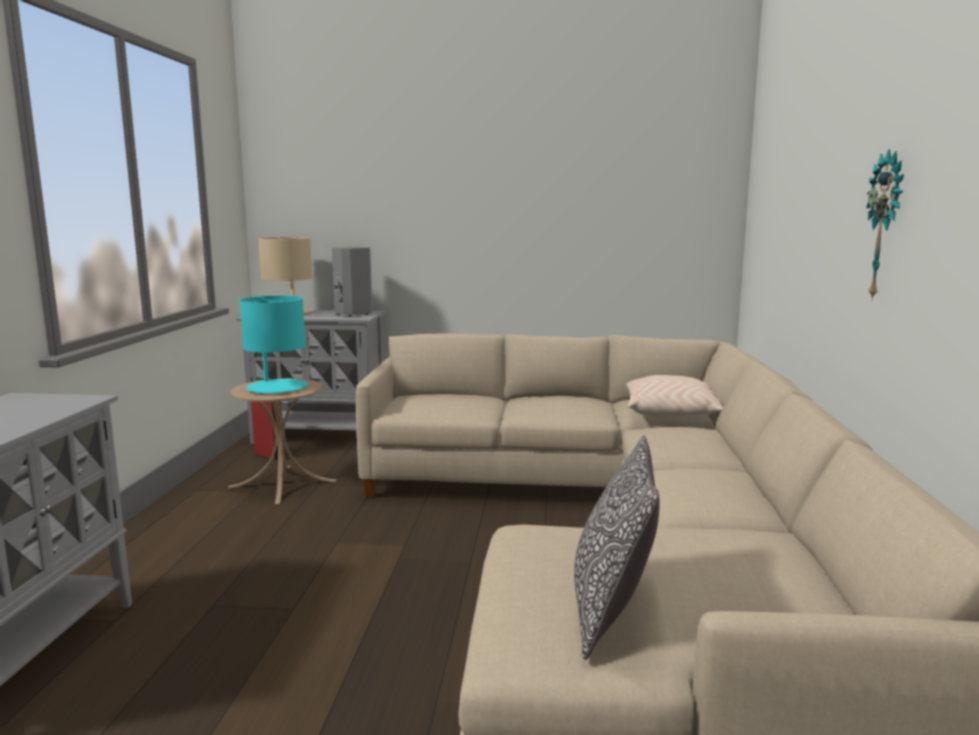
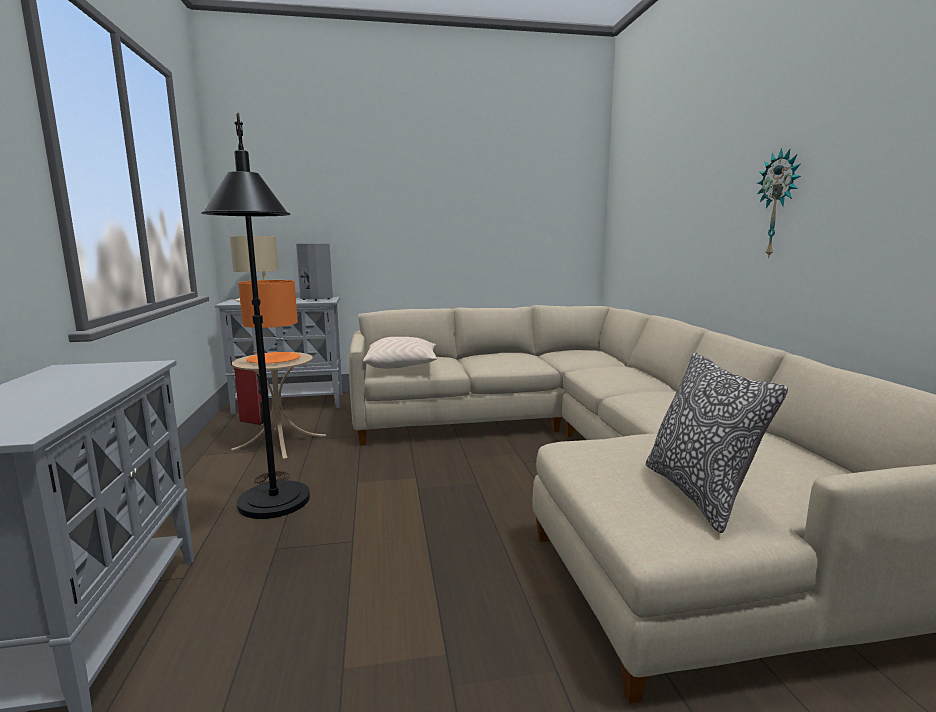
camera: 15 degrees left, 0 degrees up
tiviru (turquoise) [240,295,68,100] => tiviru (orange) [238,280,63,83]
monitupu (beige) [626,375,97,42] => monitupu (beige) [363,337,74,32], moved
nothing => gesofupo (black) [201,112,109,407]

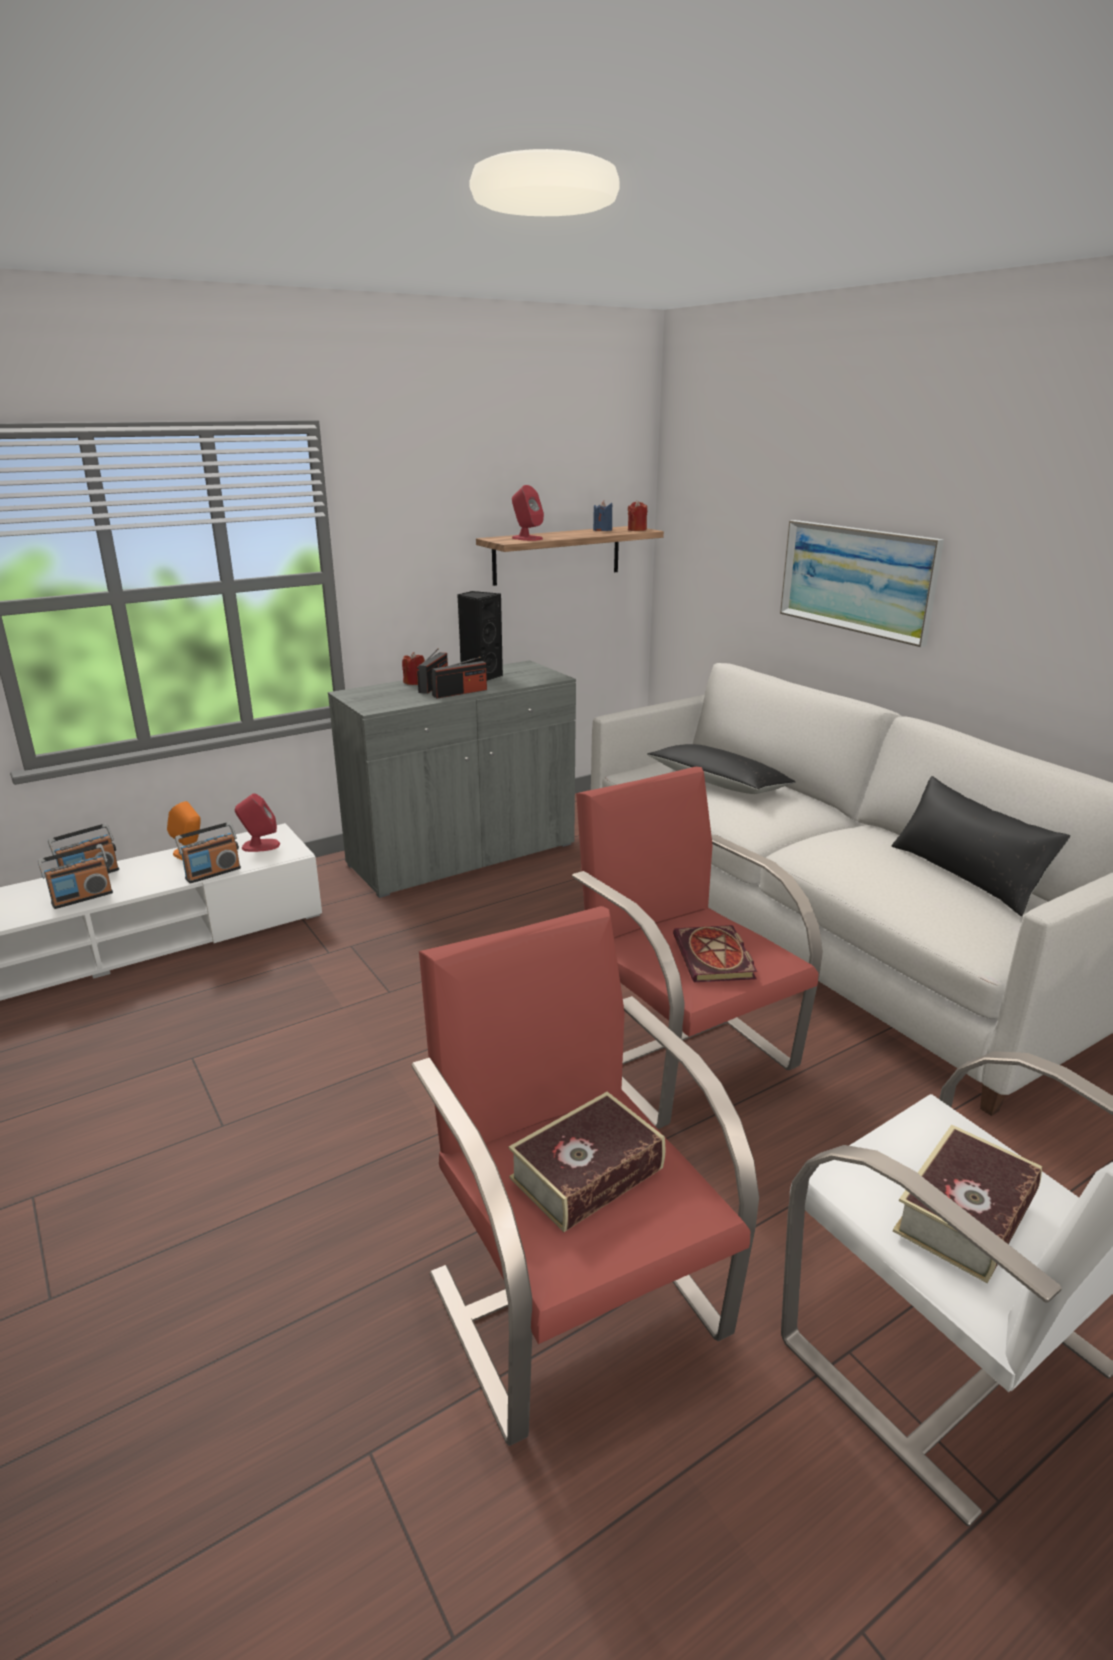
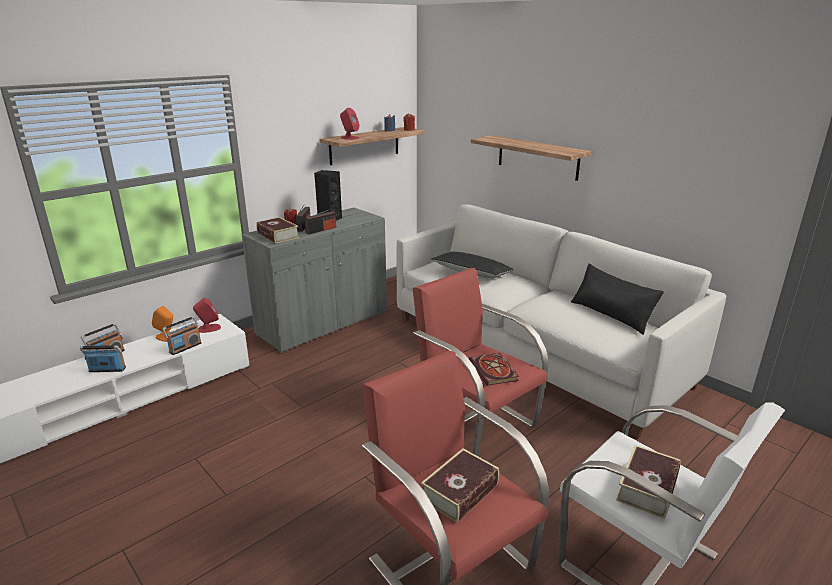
camera: 10 degrees left, 0 degrees up
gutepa [780,520,164,127] => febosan [471,135,121,46]
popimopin [38,844,75,65] => popimopin [80,345,46,27], 135 degrees counterclockwise
nothing => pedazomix [256,217,44,27]

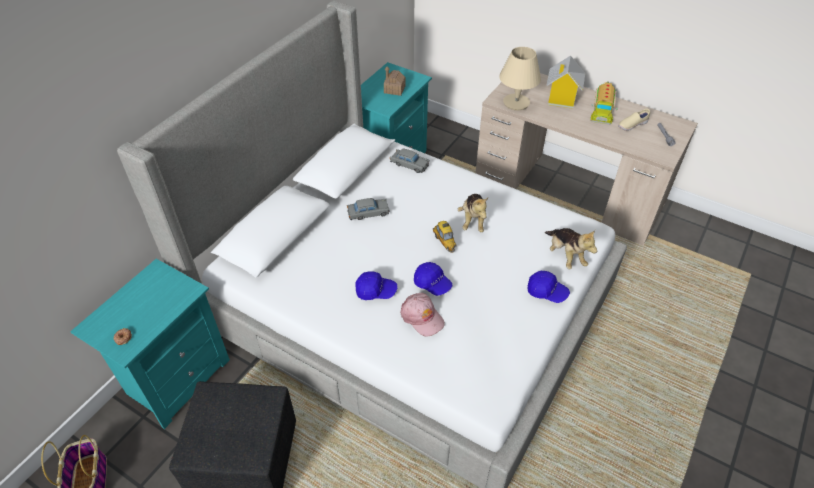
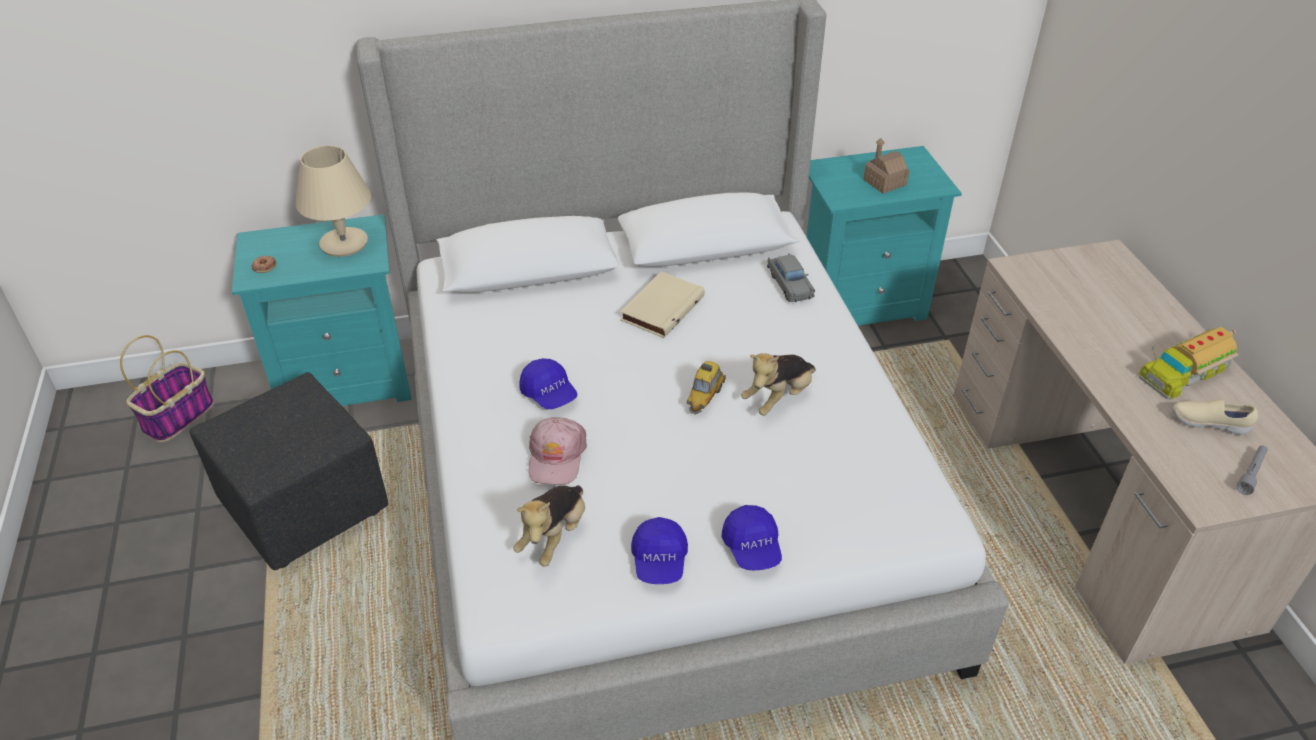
camera: 45 degrees right, 5 degrees down
tiviru (beige) [499,47,42,63] => tiviru (beige) [296,145,75,112], moved
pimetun [546,56,39,53] => nothing
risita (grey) [347,198,43,22] => pedazomix (beige) [620,271,85,67]
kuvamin [545,228,52,41] => kuvamin [513,485,72,82], moved
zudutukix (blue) [414,262,38,34] => zudutukix (blue) [631,517,57,67], moved

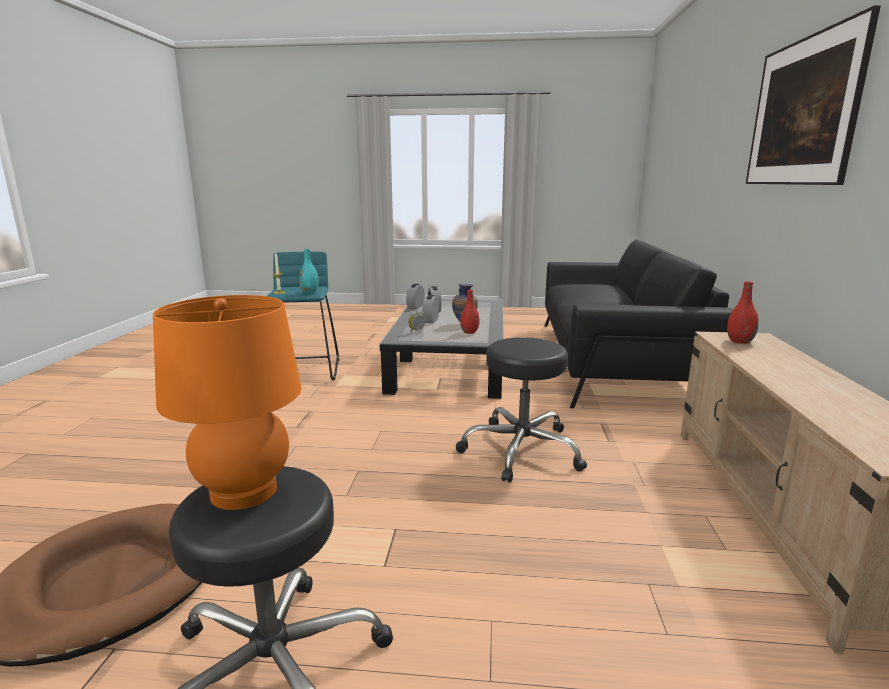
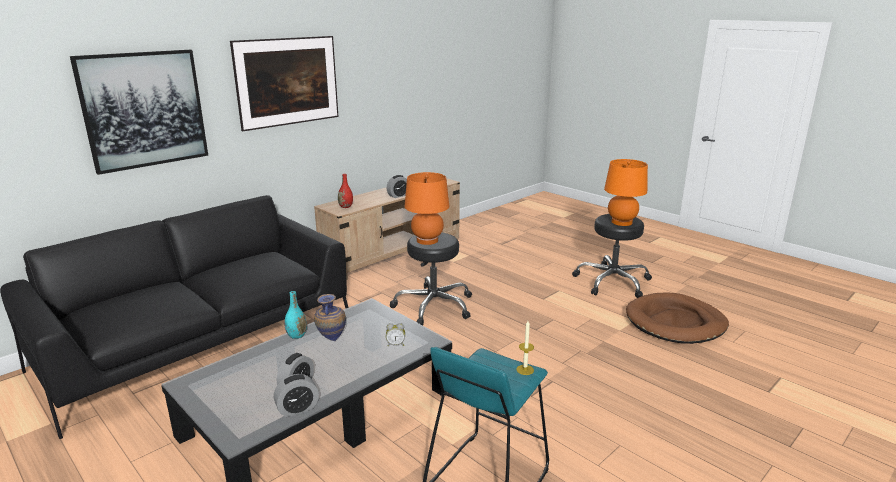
camera: 140 degrees left, 5 degrees up
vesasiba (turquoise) [299,249,20,44] => vesasiba (turquoise) [285,291,22,48], moved
vesasiba (red) [460,290,19,44] => nothing
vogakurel [422,295,17,28] => vogakurel [387,175,20,23], moved
nothing => gutepa [70,50,138,125]
nothing => tiviru (orange) [405,172,44,73]

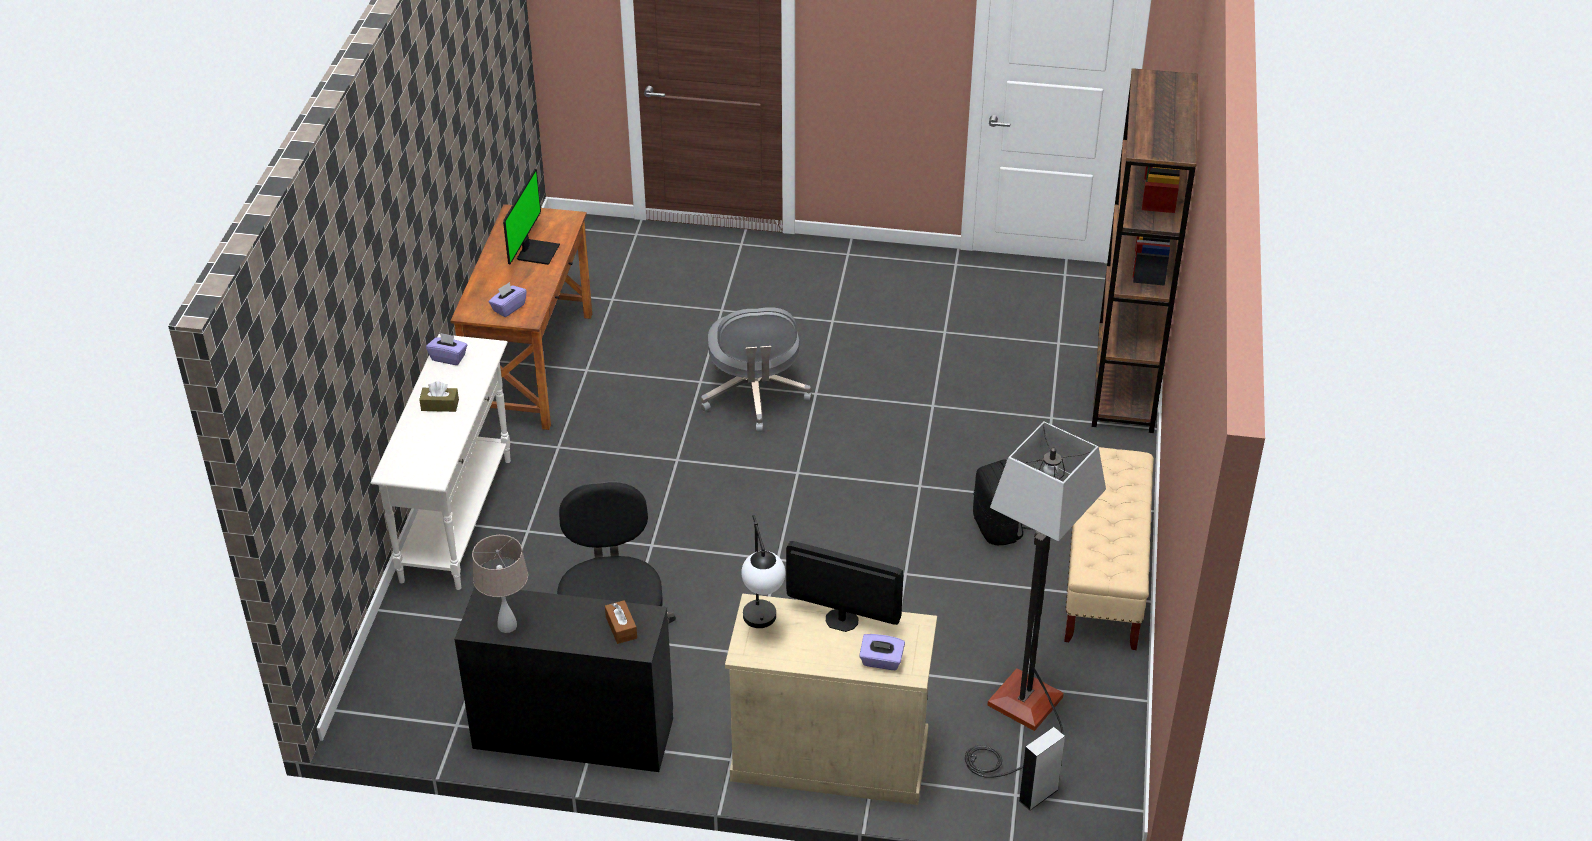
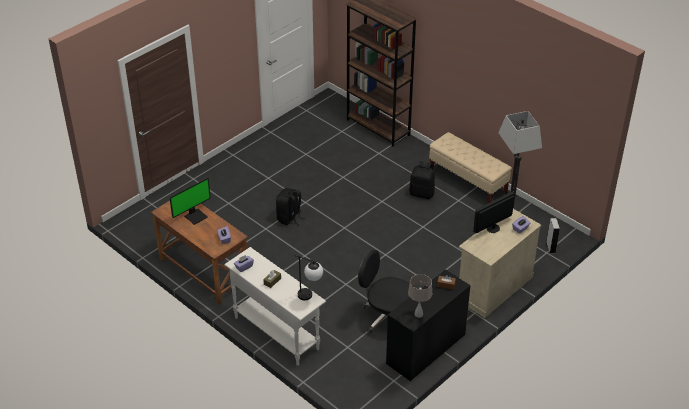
camera: 55 degrees left, 0 degrees up
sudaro [503,169,57,96] => sudaro [170,178,41,47], 90 degrees clockwise
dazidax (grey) [700,307,112,125] => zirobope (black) [276,188,29,37]
tiviru [741,515,44,113] => tiviru [294,255,29,45], moved

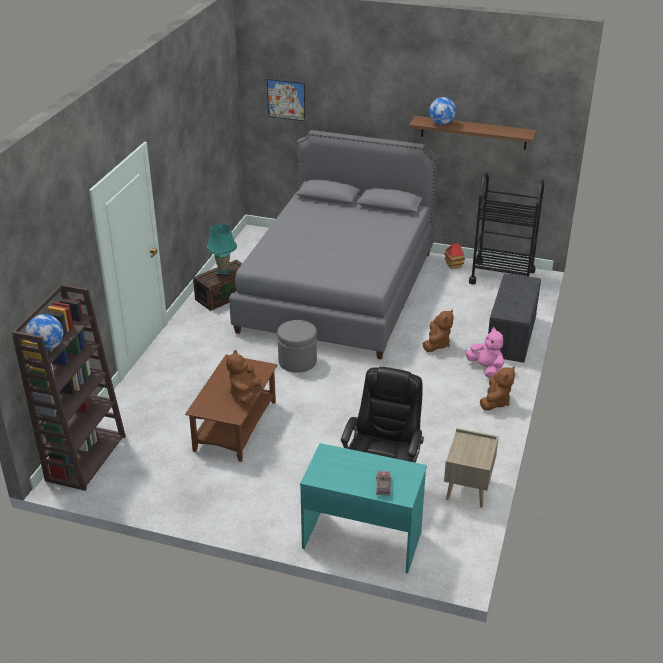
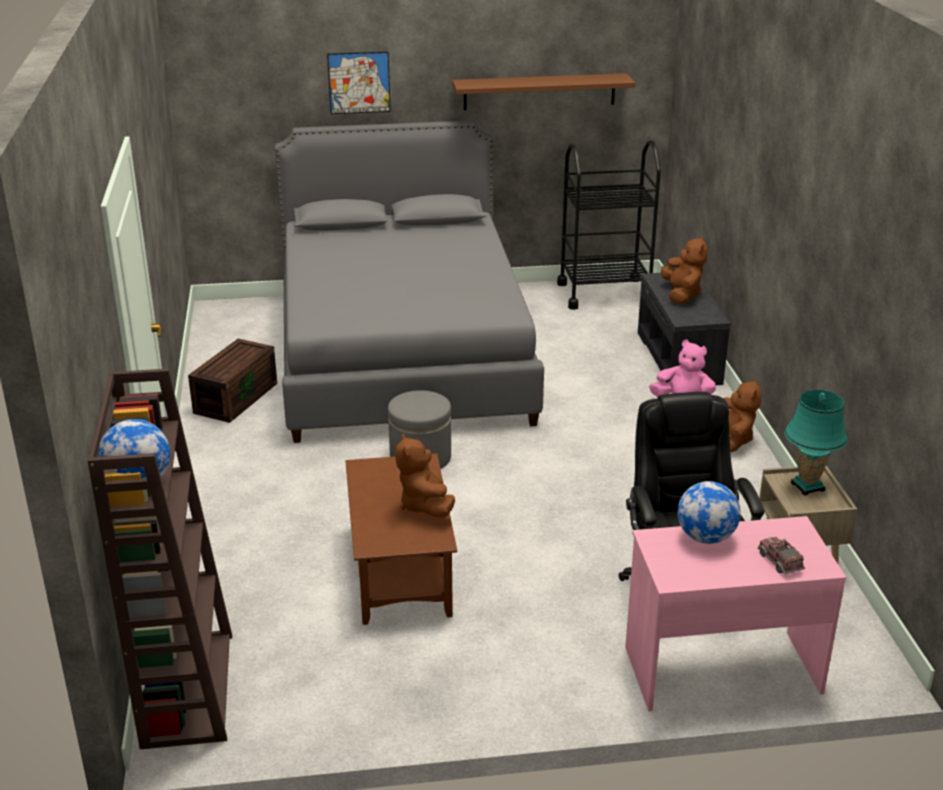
camera: 25 degrees left, 5 degrees down
gutepa [267,79,38,42] => gutepa [327,52,64,62], moved
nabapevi [429,97,27,28] => nabapevi [678,481,63,63], moved
tiviru (turquoise) [206,224,31,52] => tiviru (turquoise) [784,390,64,106], moved
pimetun [444,243,21,26] => nothing
kuvamin (brown) [423,309,31,43] => kuvamin (brown) [661,236,47,68], moved
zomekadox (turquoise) [300,443,127,130] => zomekadox (pink) [625,516,221,195]

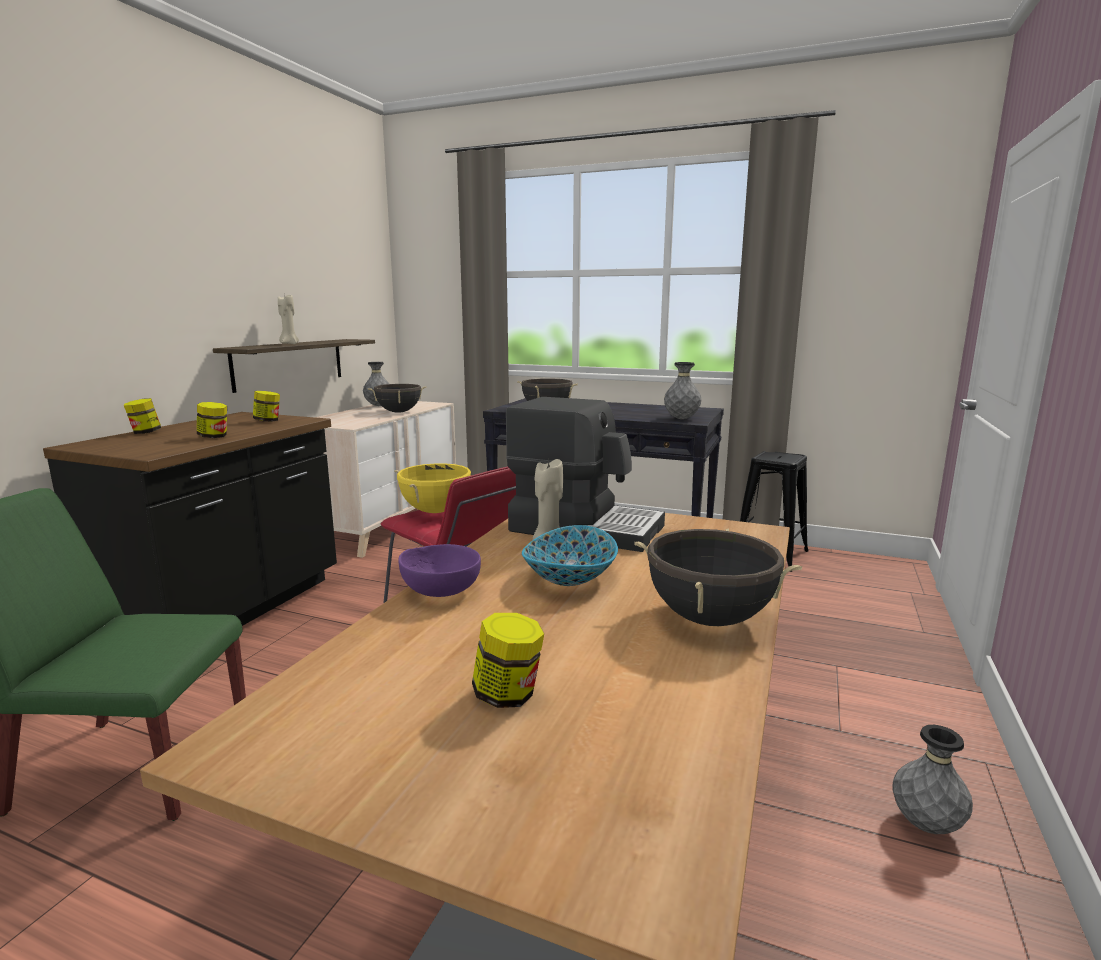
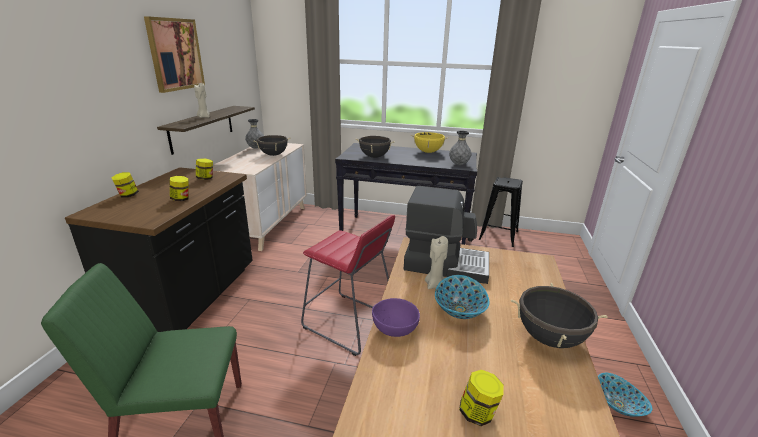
camera: 10 degrees left, 10 degrees up
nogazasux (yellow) [394,463,77,50] => nogazasux (yellow) [411,132,38,21], moved
vesasiba (grey) [892,725,81,109] => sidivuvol [598,373,54,44]
nothing => gutepa [144,16,61,77]

